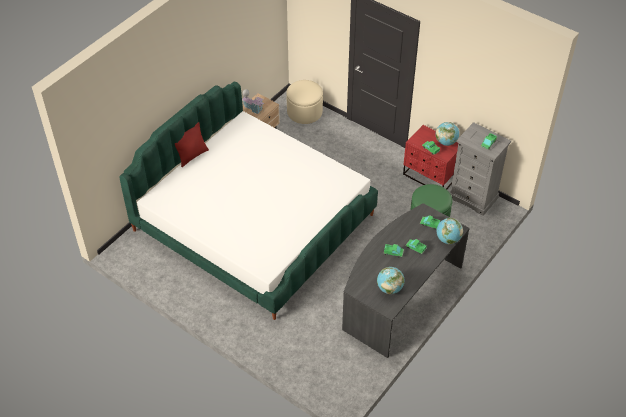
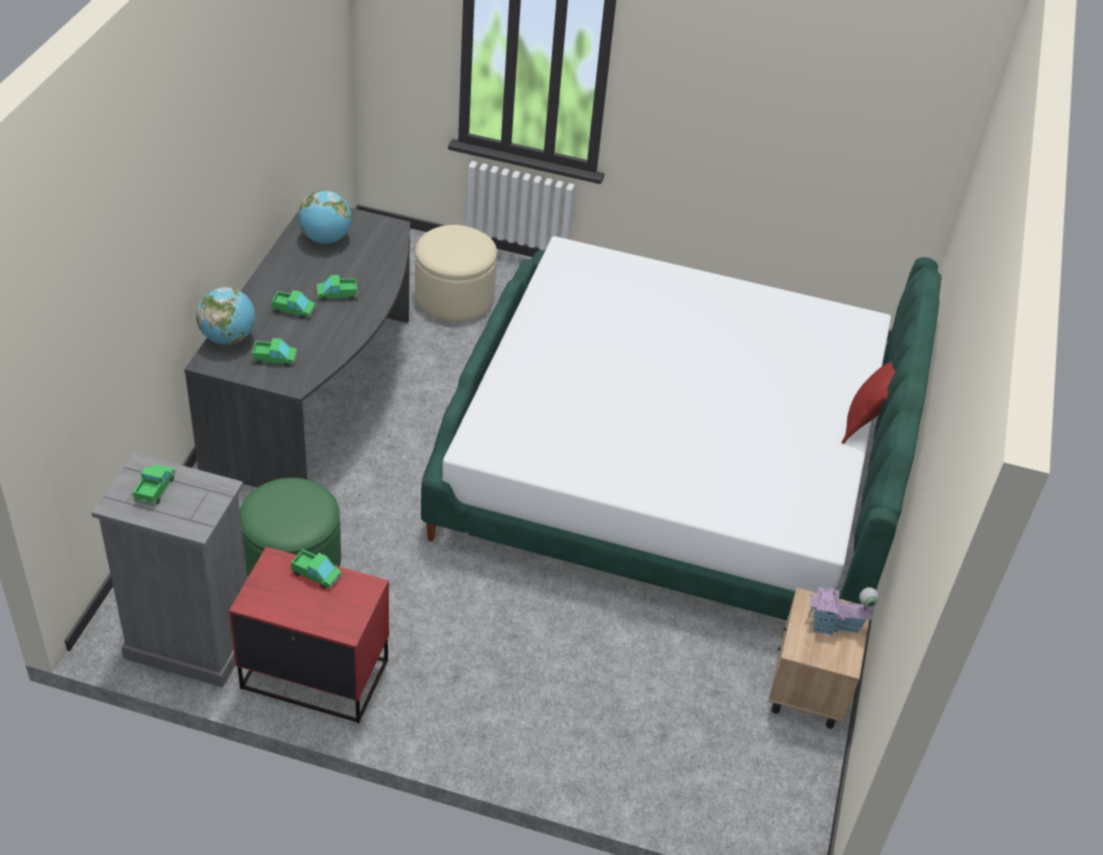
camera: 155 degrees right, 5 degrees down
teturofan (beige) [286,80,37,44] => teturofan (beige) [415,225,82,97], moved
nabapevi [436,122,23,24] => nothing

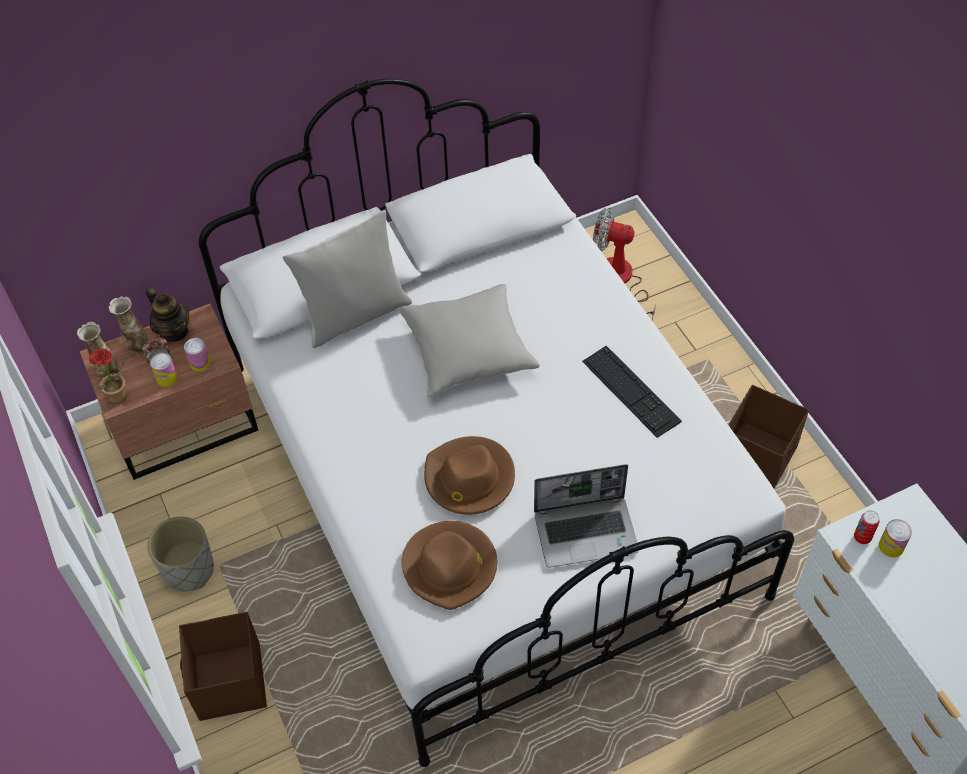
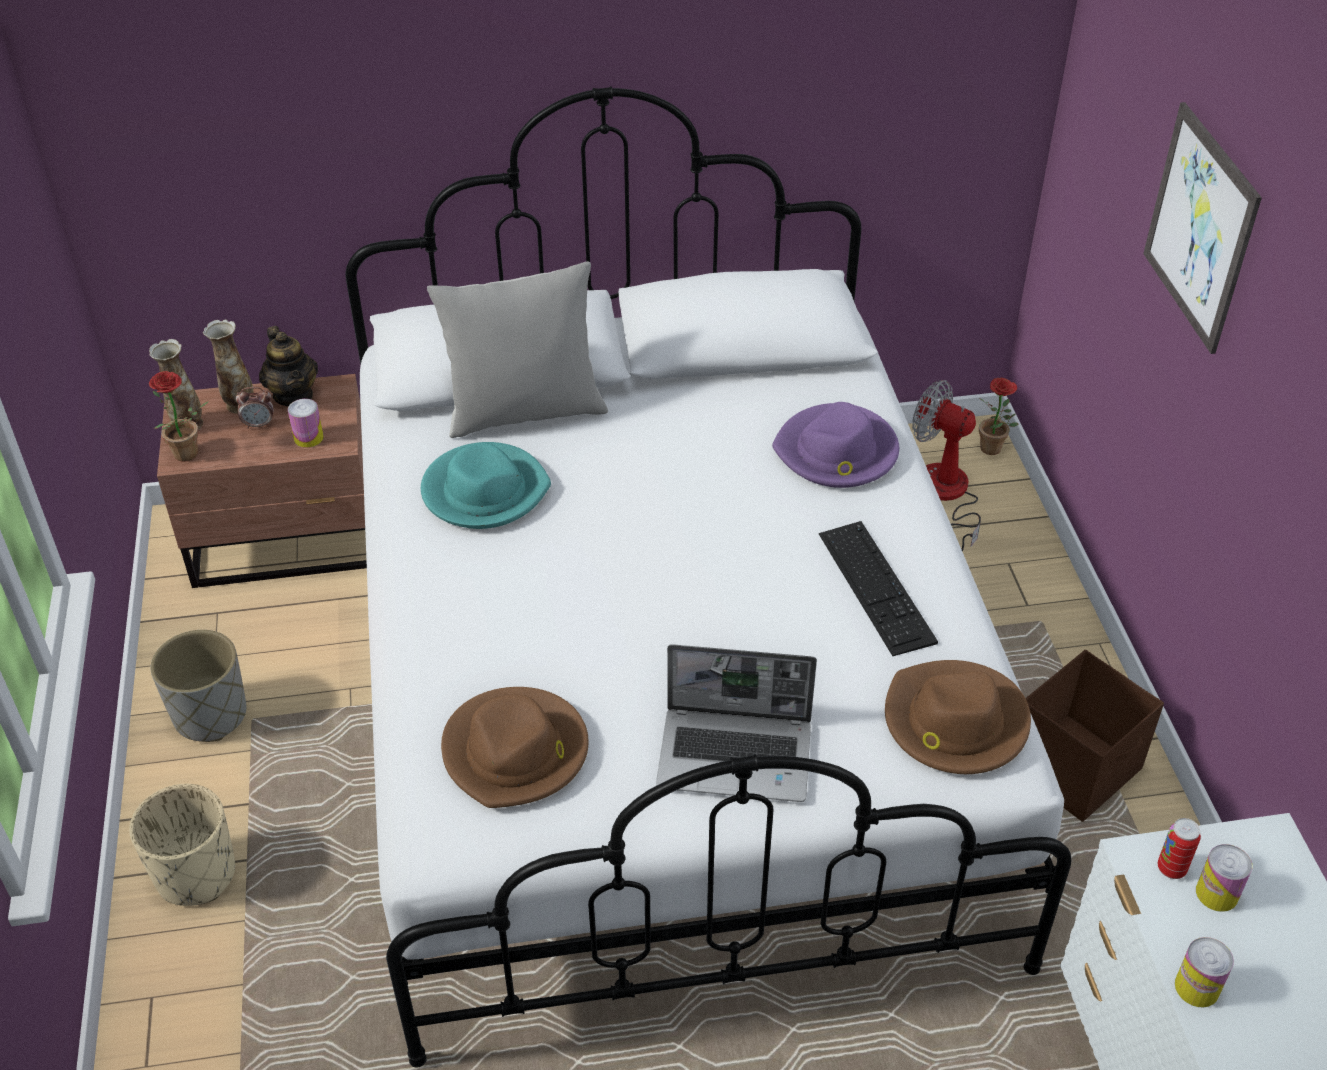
camera: 15 degrees right, 10 degrees down
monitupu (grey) [398,284,142,114] => nothing
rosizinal [150,353,28,34] => rosizinal [1175,937,59,70], moved
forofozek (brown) [424,436,91,79] => forofozek (brown) [885,660,146,114], moved
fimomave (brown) [179,612,88,109] => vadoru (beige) [129,784,106,122]
nothing => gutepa [1143,102,119,252]
nothing => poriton [979,378,39,77]
nothing => forofozek (purple) [772,402,127,86]
nothing => forofozek (turquoise) [421,442,130,87]

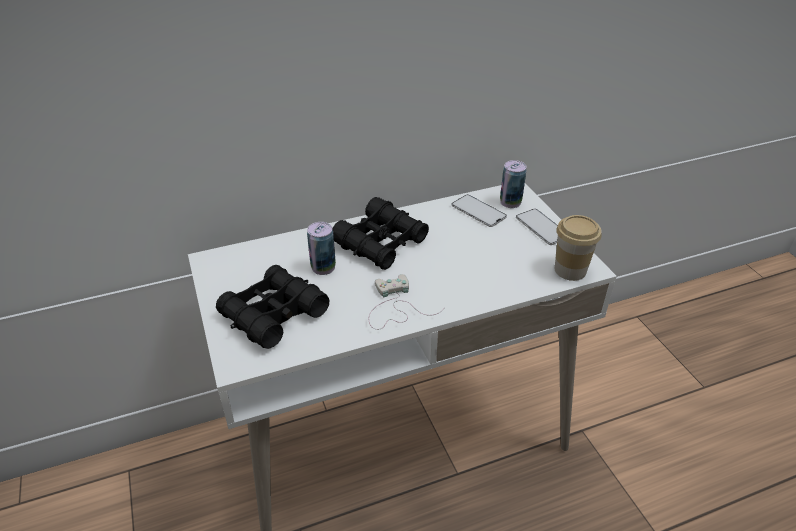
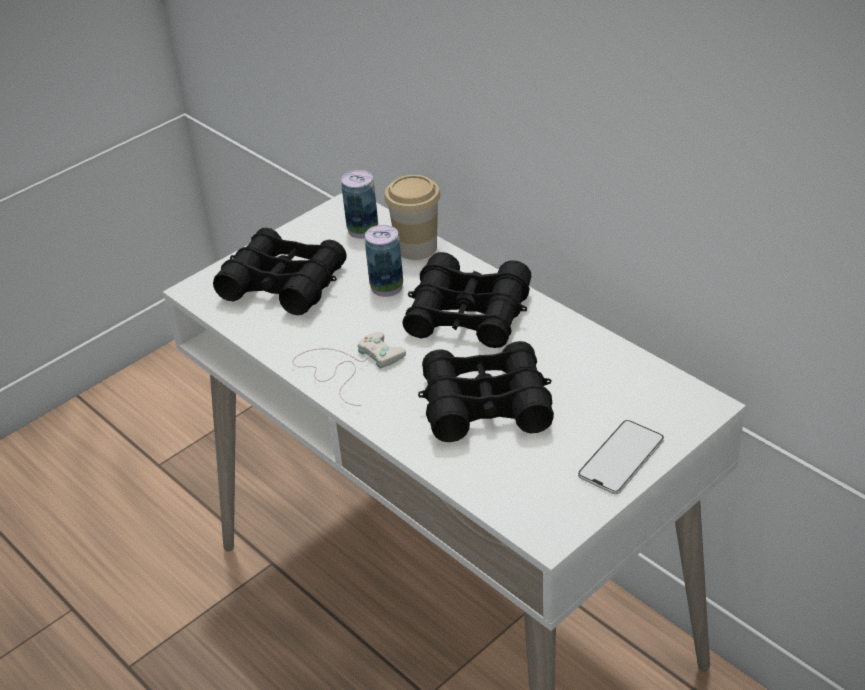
camera: 70 degrees right, 0 degrees up
rosizinal [500,160,27,48] => rosizinal [341,170,37,69], moved
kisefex [451,195,56,32] => nothing
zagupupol [555,215,46,66] => zagupupol [384,175,57,85], moved
nothing => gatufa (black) [418,341,136,101]

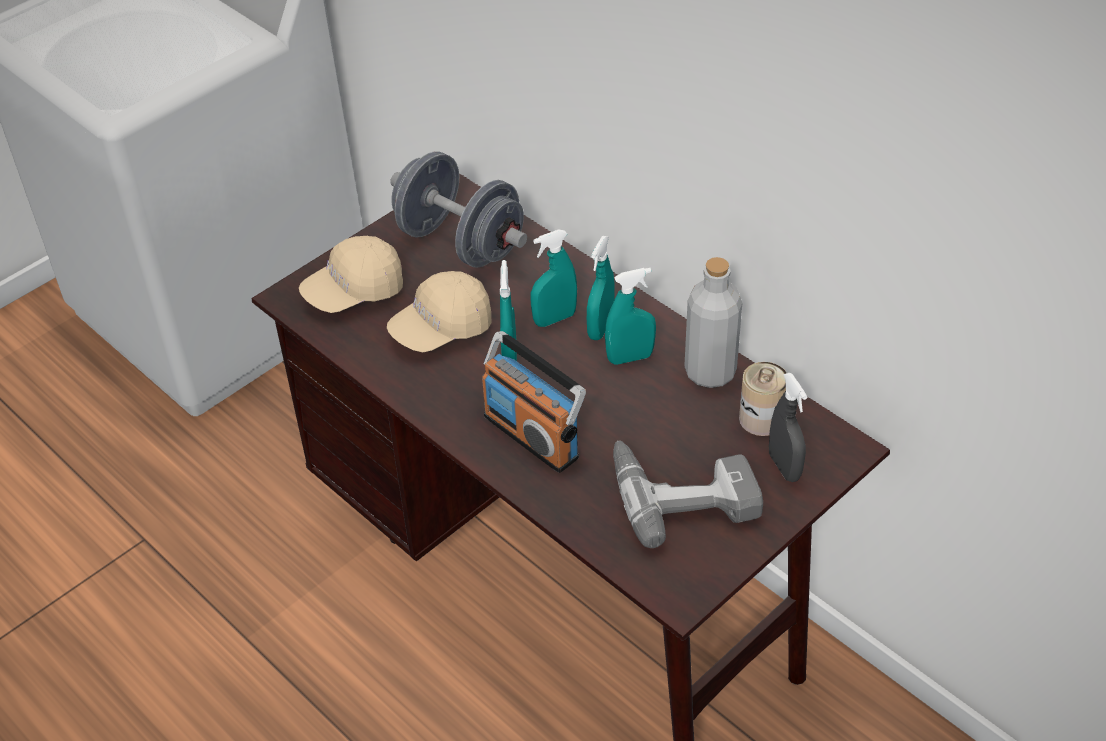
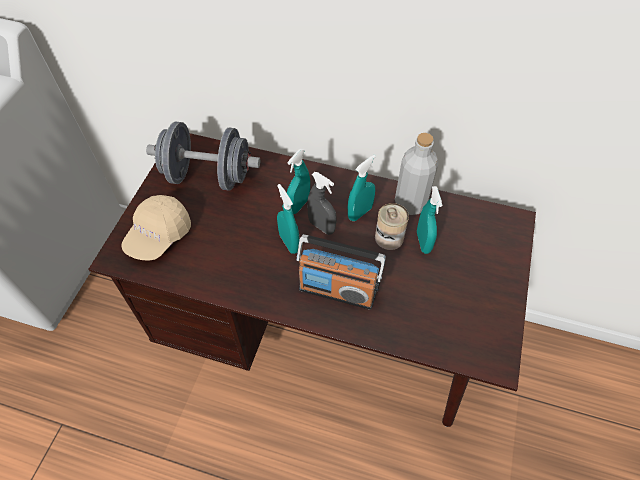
camera: 30 degrees left, 10 degrees up
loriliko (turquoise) [587,236,28,104] => loriliko (turquoise) [417,186,25,68], moved
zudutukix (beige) [387,271,105,81] => nothing
rosizinal [739,362,48,74] => rosizinal [375,203,34,47], moved
loriliko (grey) [769,373,38,109] => loriliko (grey) [307,172,30,63], moved
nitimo [613,441,150,107] => nothing

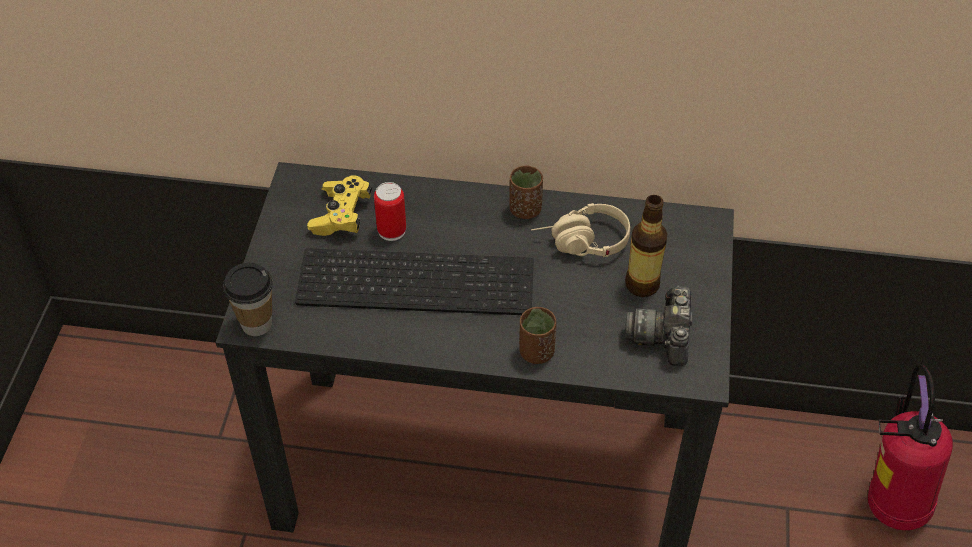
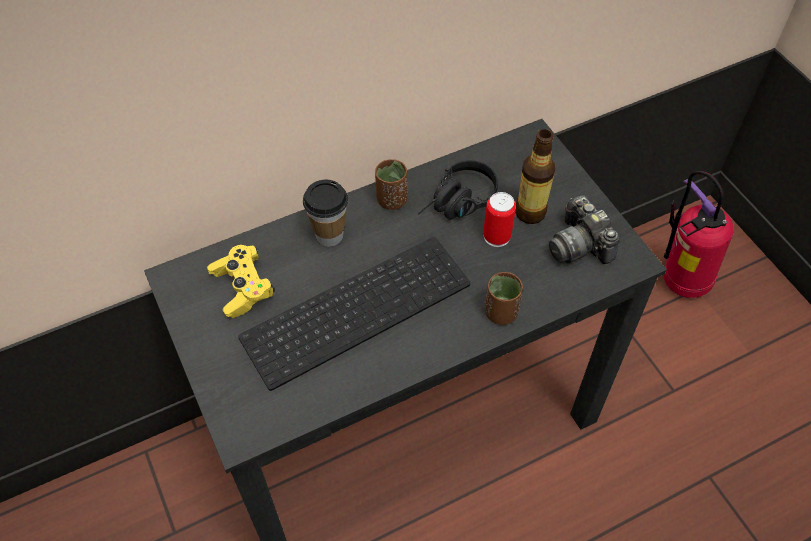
camera: 35 degrees left, 5 degrees up
rosizinal [374,182,32,59] => rosizinal [483,192,33,55], moved
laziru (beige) [531,203,99,54] => laziru (black) [418,160,80,60]
zagupupol [223,263,50,73] => zagupupol [303,180,45,67], moved

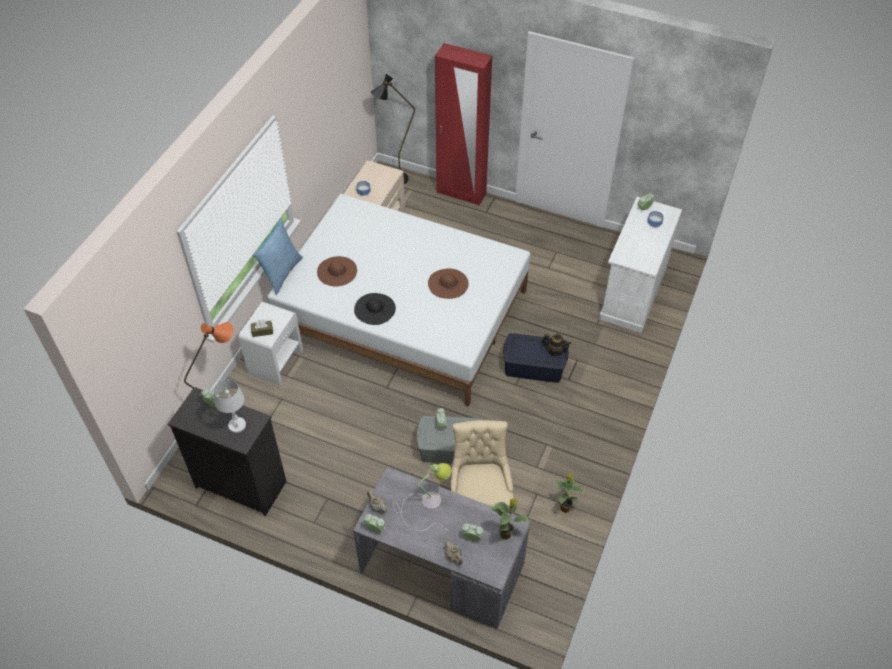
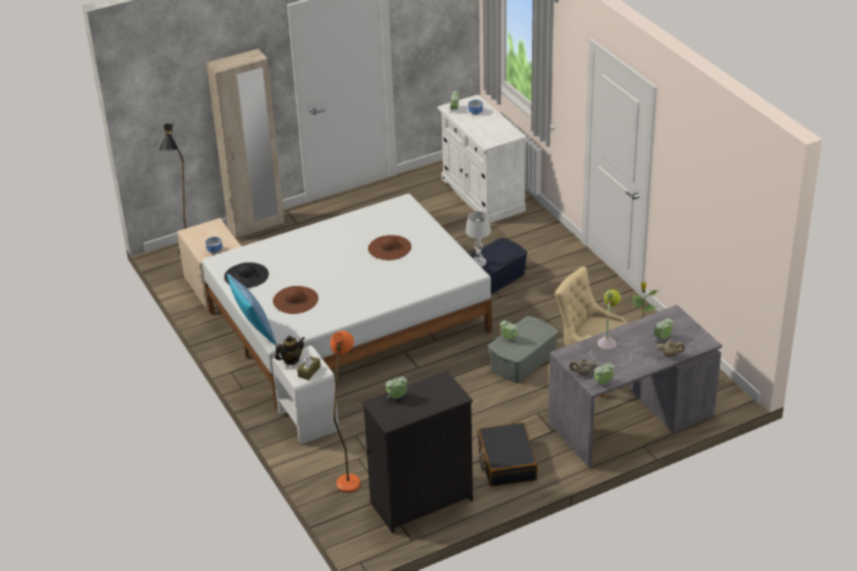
camera: 50 degrees left, 15 degrees down
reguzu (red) [435,43,57,162] => reguzu (beige) [206,49,78,189]
forofozek (black) [354,293,42,32] => forofozek (black) [224,262,45,26], moved
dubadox [541,334,30,22] => dubadox [275,336,30,29], moved
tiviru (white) [214,379,32,54] => tiviru (white) [466,211,25,56], moved
poriton [489,498,42,42] => nothing
nothing => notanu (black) [478,422,60,65]

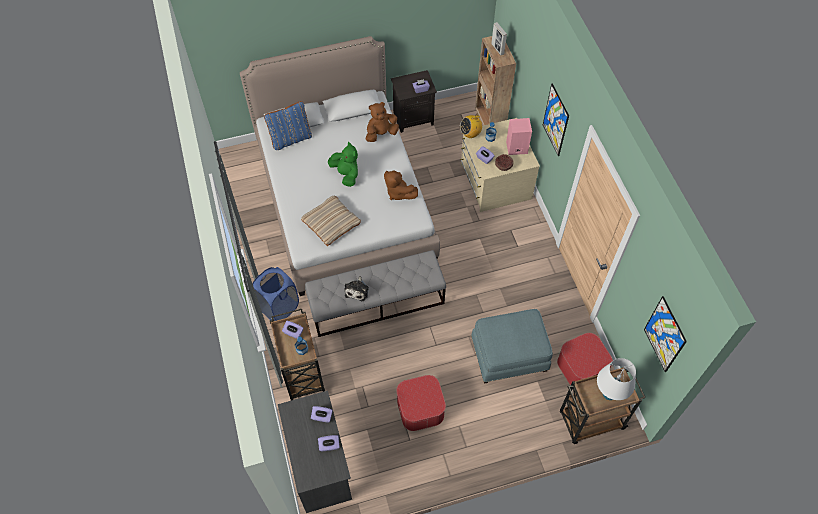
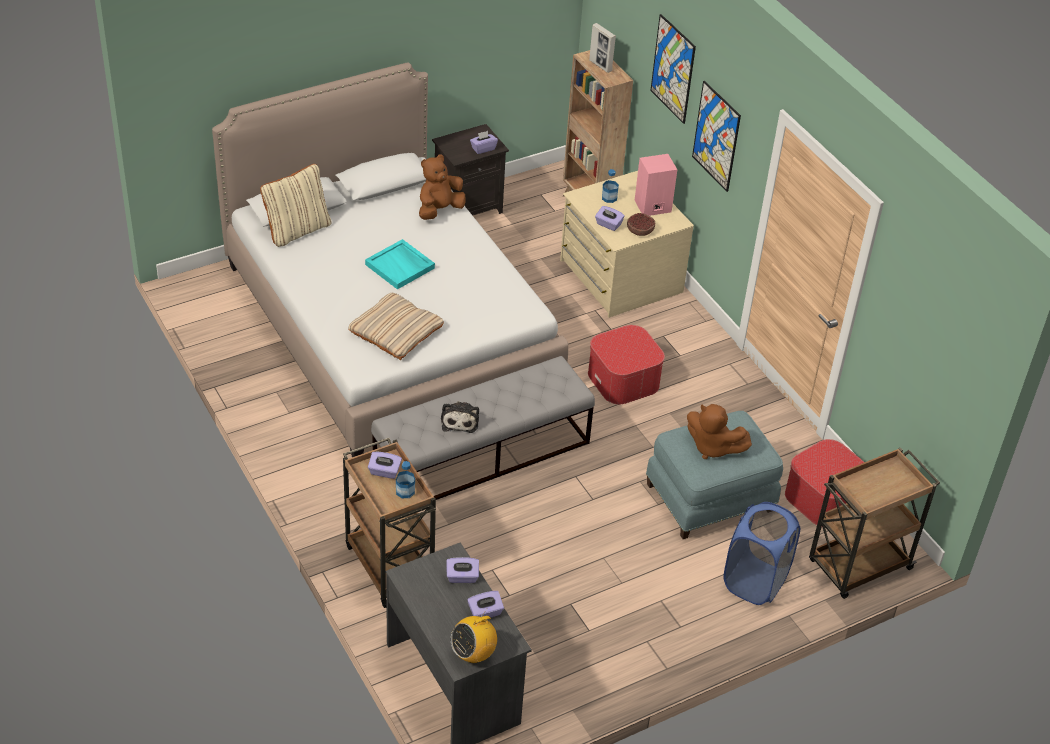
camera: 15 degrees left, 15 degrees down
monitupu (blue) [264,101,48,49] => monitupu (beige) [260,164,71,83]
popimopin [460,113,22,25] => popimopin [451,608,46,55], moved
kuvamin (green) [328,142,30,45] => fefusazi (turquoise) [365,239,70,51]
kuvamin (brown) [384,170,34,30] => kuvamin (brown) [687,404,65,55], moved
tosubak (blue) [253,267,46,54] => tosubak (blue) [723,502,77,103], moved
gutepa [644,296,43,76] => gutepa [650,14,46,110], moved
tiviru (white) [597,358,39,42] => nothing
teturofan [396,375,50,56] => teturofan [588,325,77,80], moved

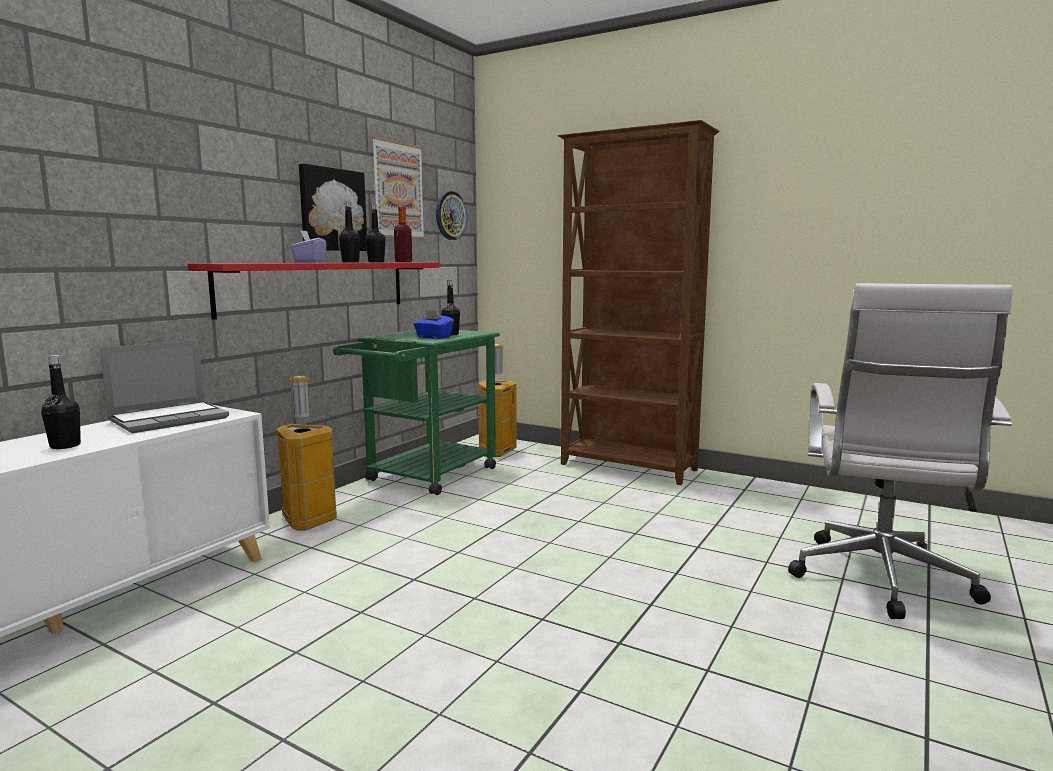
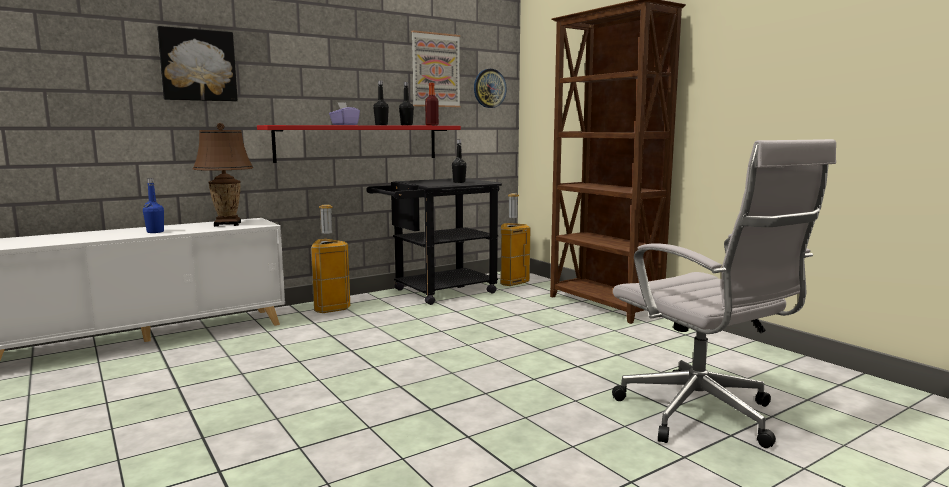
camera: 25 degrees right, 0 degrees up
gutepa [299,164,68,87] => gutepa [157,26,81,75], moved
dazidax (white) [788,283,225,336] => dazidax (white) [612,139,224,309], 75 degrees counterclockwise
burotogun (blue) [414,310,40,29] => nothing
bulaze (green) [333,330,167,165] => bulaze (black) [366,178,136,127]
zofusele [100,340,129,93] => tiviru (brown) [193,123,60,104]
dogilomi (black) [41,355,40,94] => dogilomi (blue) [143,178,21,55]

